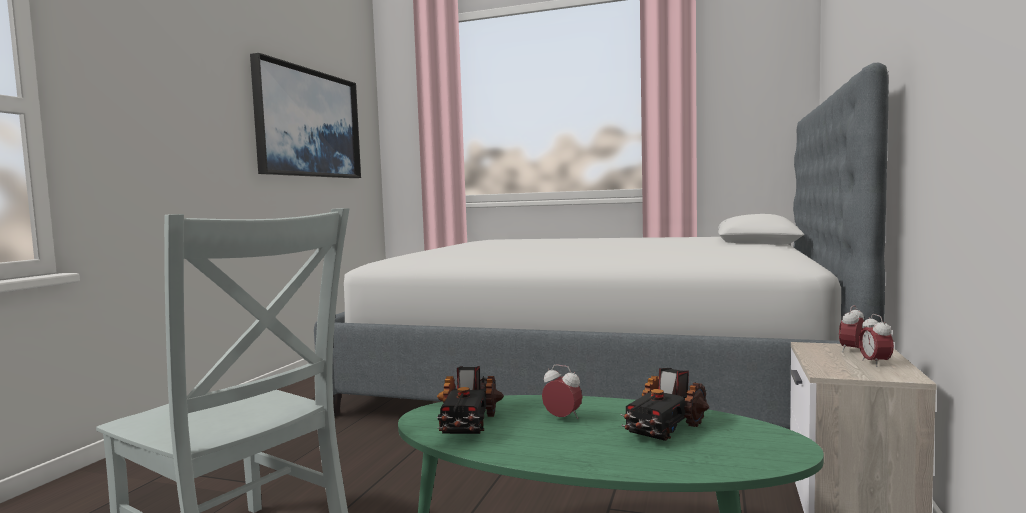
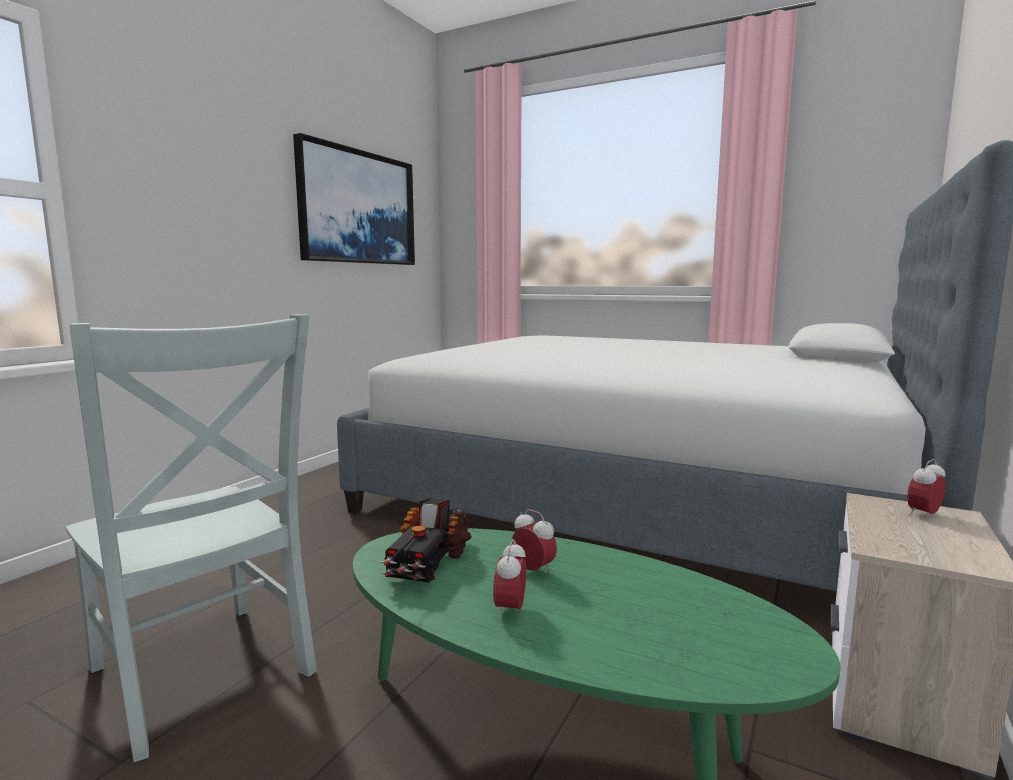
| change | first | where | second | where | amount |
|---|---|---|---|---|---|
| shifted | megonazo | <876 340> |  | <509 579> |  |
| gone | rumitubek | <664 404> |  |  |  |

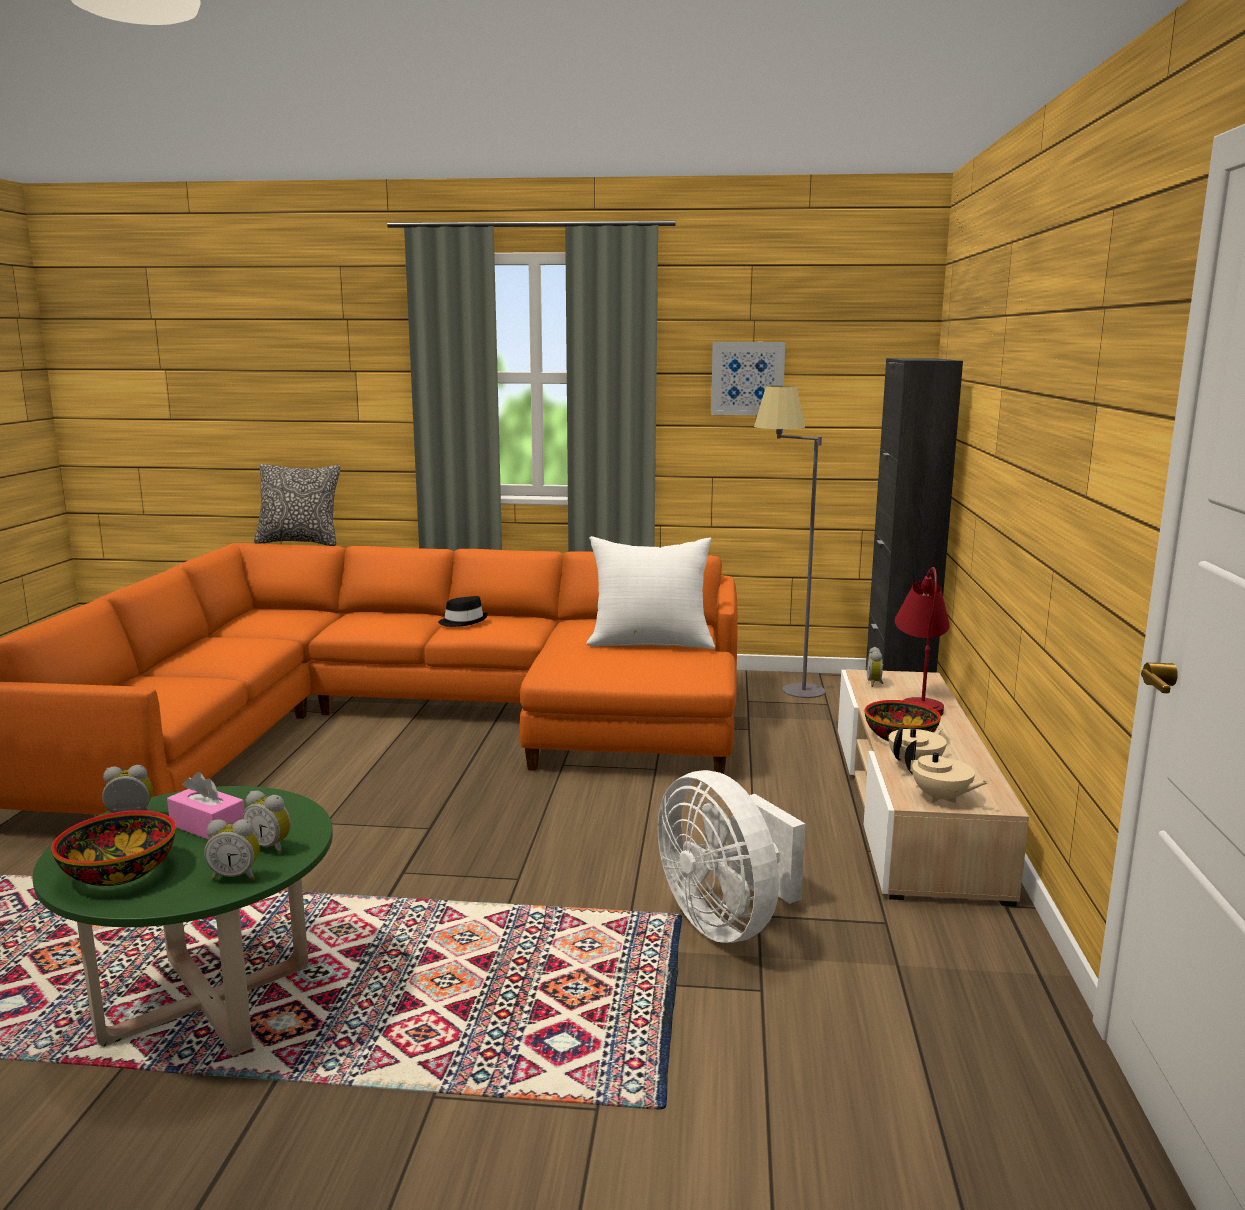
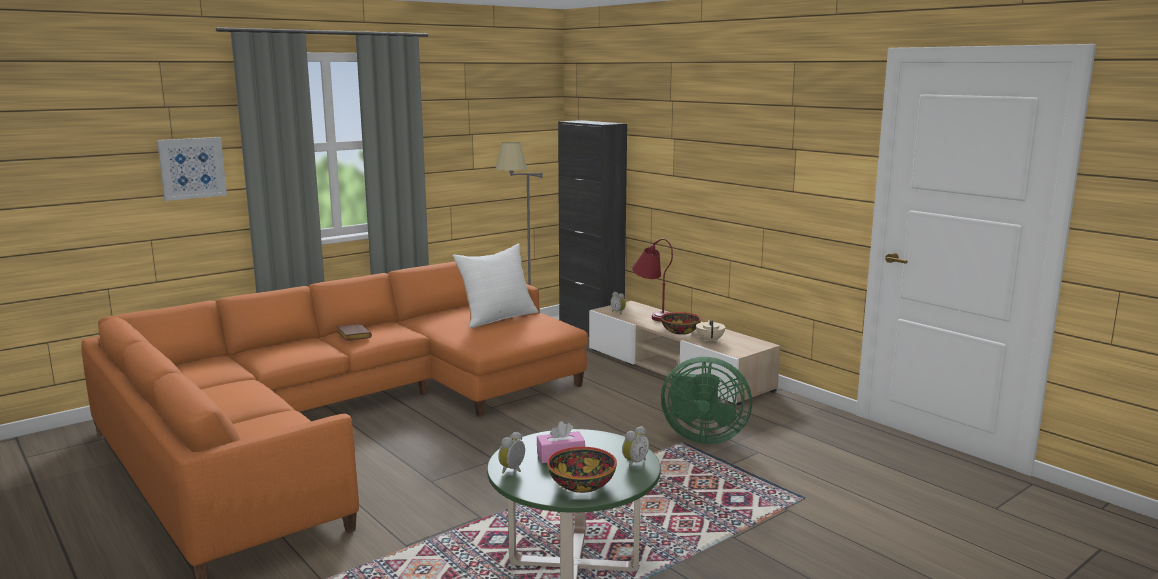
| change | first | where | second | where | amount |
|---|---|---|---|---|---|
| shifted | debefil | <748 378> |  | <192 169> |  |
| swapped | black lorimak | <463 611> | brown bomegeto | <354 332> |  |
| repainted | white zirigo | <731 856> | green zirigo | <706 400> |  |
| gone | megonazo | <266 822> |  |  |  |
| gone | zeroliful | <297 505> |  |  |  |
| gone | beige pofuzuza | <947 771> |  |  |  |

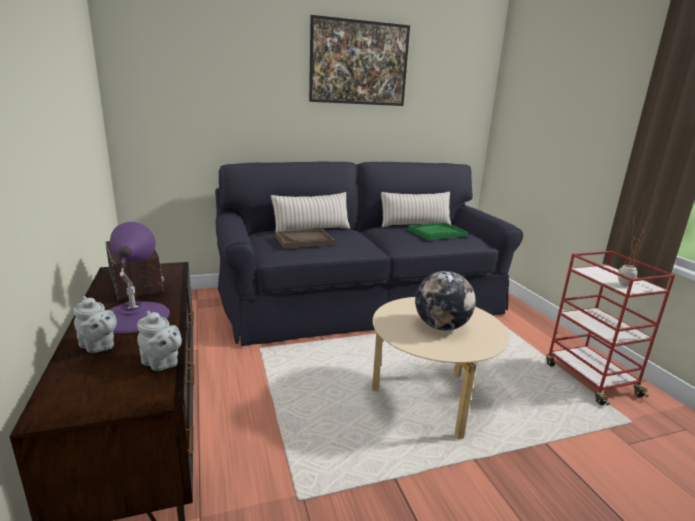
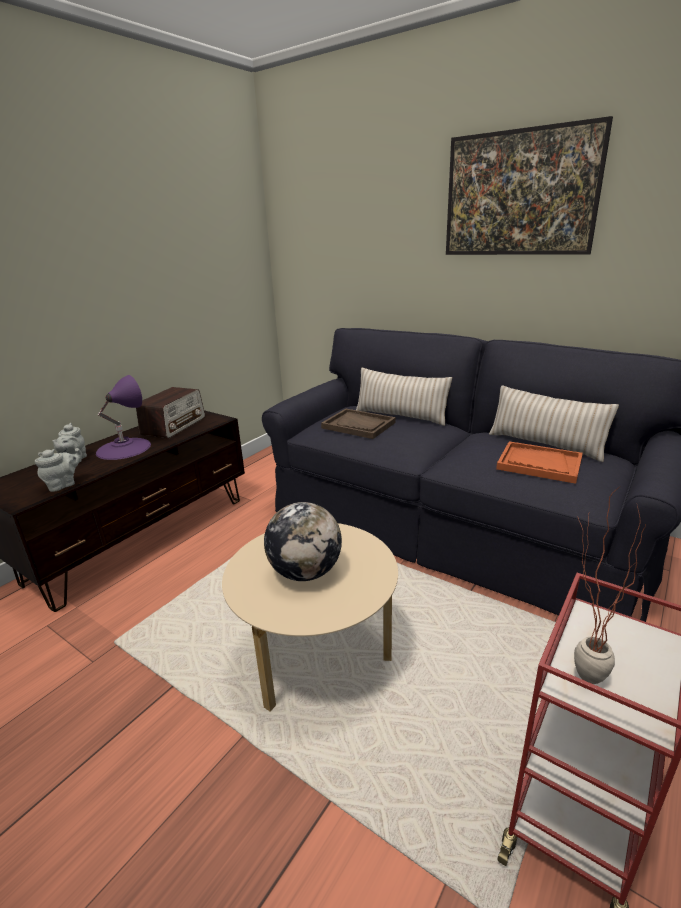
| change | first | where | second | where | amount |
|---|---|---|---|---|---|
| rotated | grey pofuzuza | <159 341> |  | <58 470> | 135 degrees counterclockwise |
| repainted | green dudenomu | <437 231> | orange dudenomu | <539 462> |  |

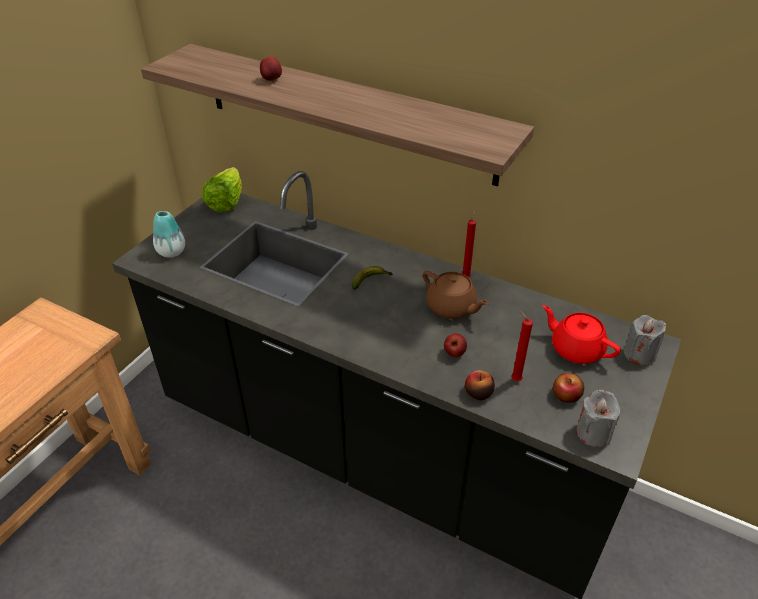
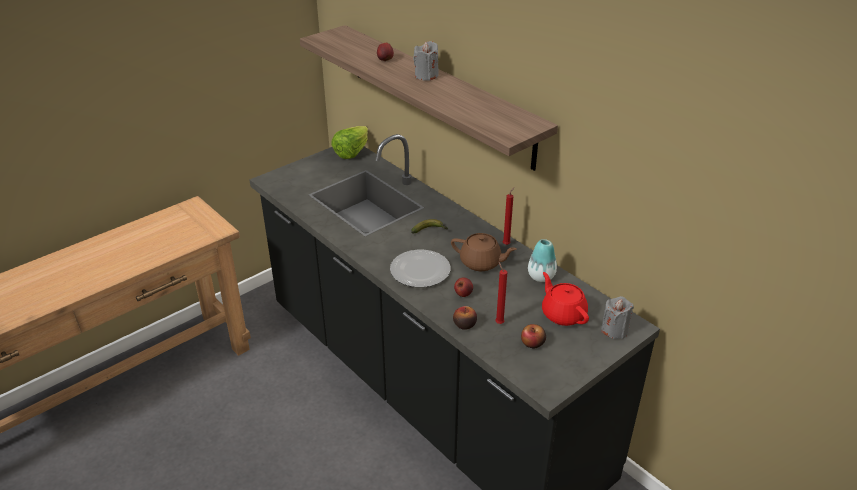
| change | first | where | second | where | amount |
|---|---|---|---|---|---|
| new |  |  | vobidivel | <420 268> |  |
| shifted | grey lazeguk | <598 418> |  | <426 61> |  |
| rotated | brown pofuzuza | <456 295> |  | <484 252> | 45 degrees counterclockwise |
| shifted | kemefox | <169 234> |  | <542 260> |  |

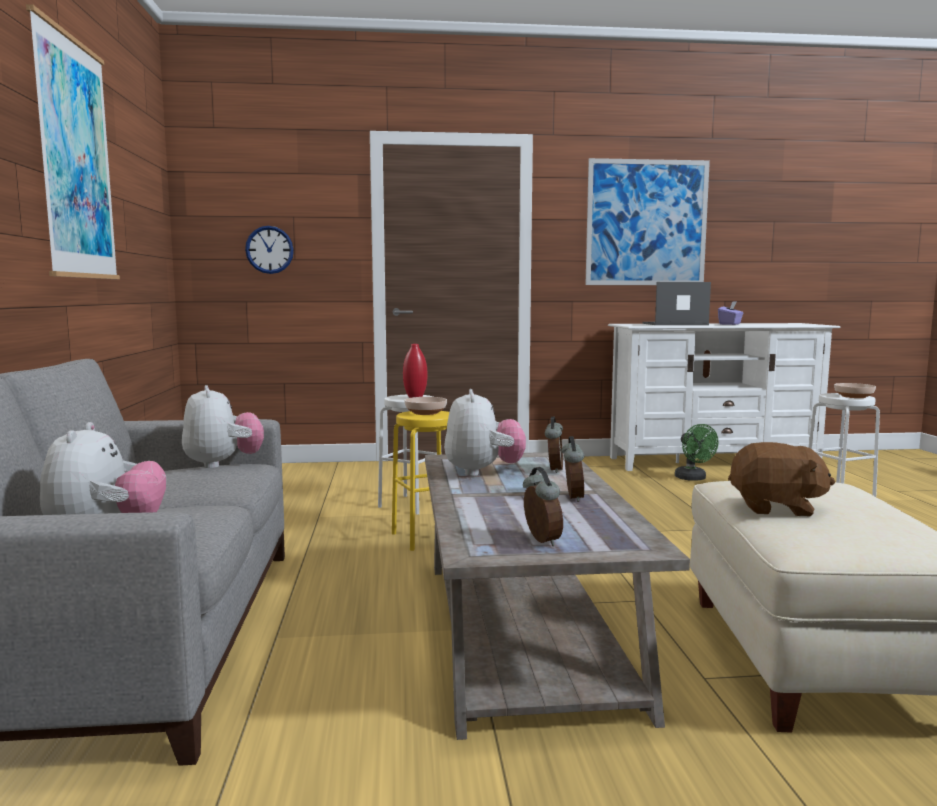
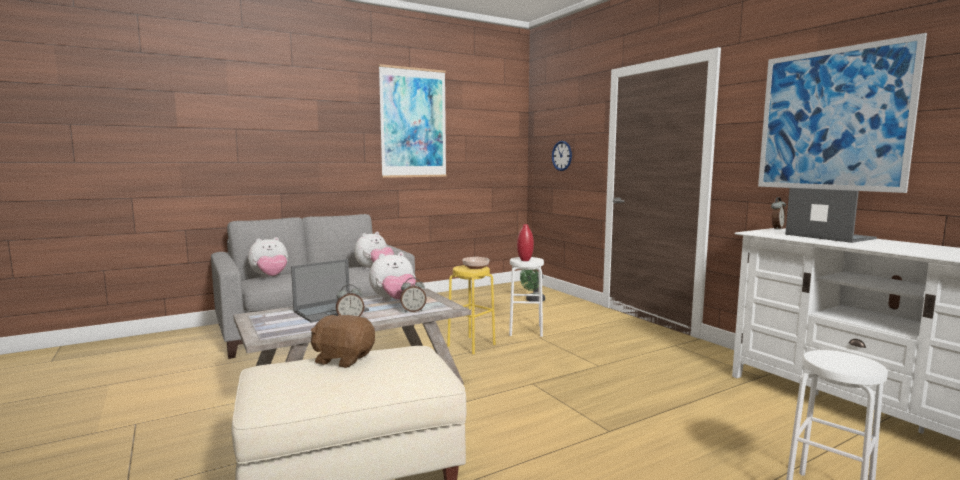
| change | first | where | second | where | amount |
|---|---|---|---|---|---|
| new |  |  | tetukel | <330 290> |  |
| rotated | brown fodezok | <781 479> |  | <343 341> | 120 degrees clockwise |
| shifted | green zirigo | <696 452> |  | <532 285> |  |
| shifted | megonazo | <543 506> |  | <778 213> |  |
| gone | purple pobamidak | <731 313> |  |  |  |
| gone | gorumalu | <855 390> |  |  |  |

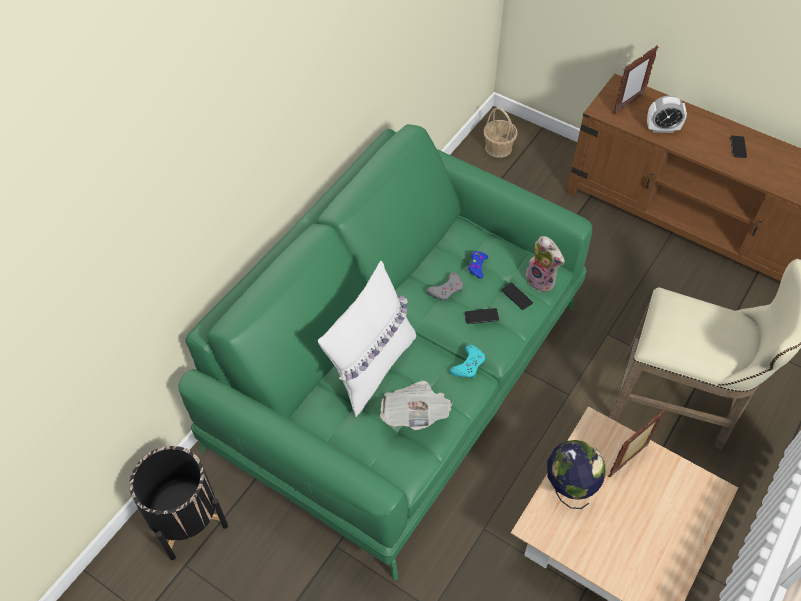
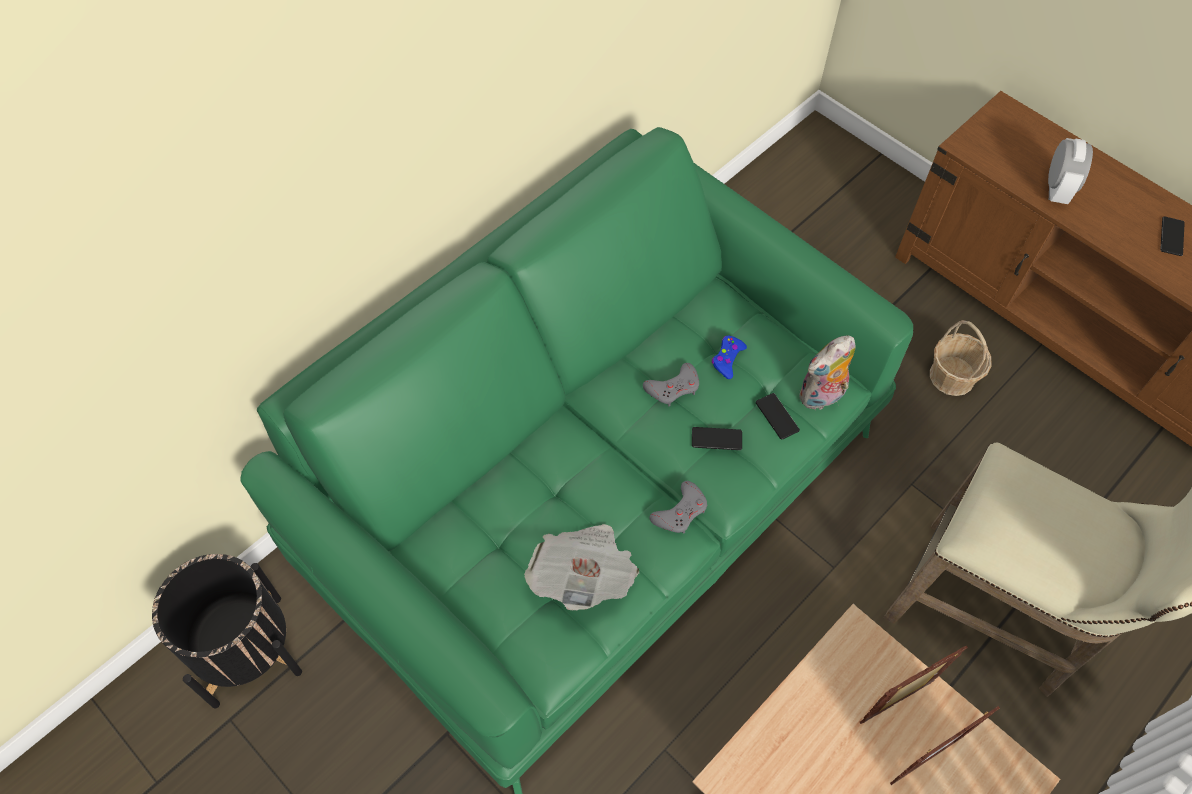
| change | first | where | second | where | amount |
|---|---|---|---|---|---|
| repainted | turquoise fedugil | <467 361> | grey fedugil | <678 507> |  |
| rotated | fodezok | <545 264> |  | <827 373> | 90 degrees clockwise |
| shifted | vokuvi | <635 80> |  | <945 745> |  |
| shifted | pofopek | <500 132> |  | <960 358> |  |
| rotated | megonazo | <667 114> |  | <1070 171> | 90 degrees counterclockwise |
| gone | white zeroliful | <367 339> |  |  |  |
| gone | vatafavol | <576 474> |  |  |  |

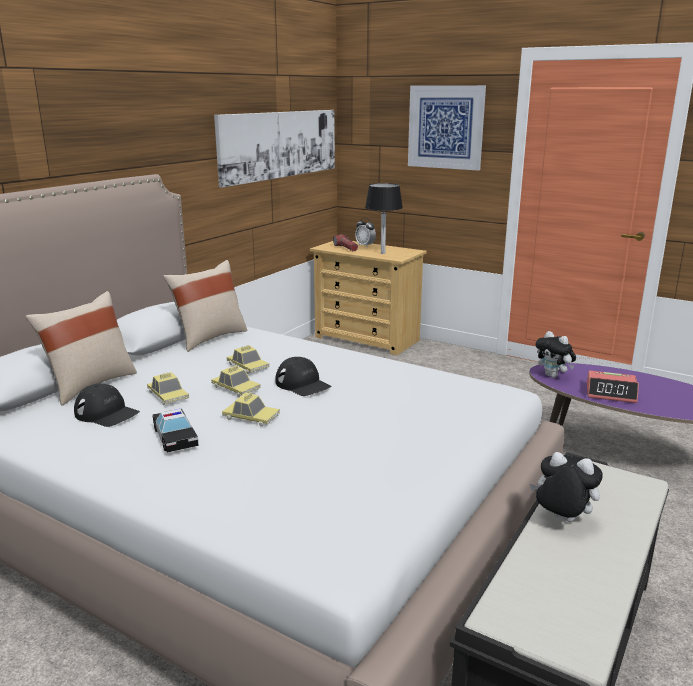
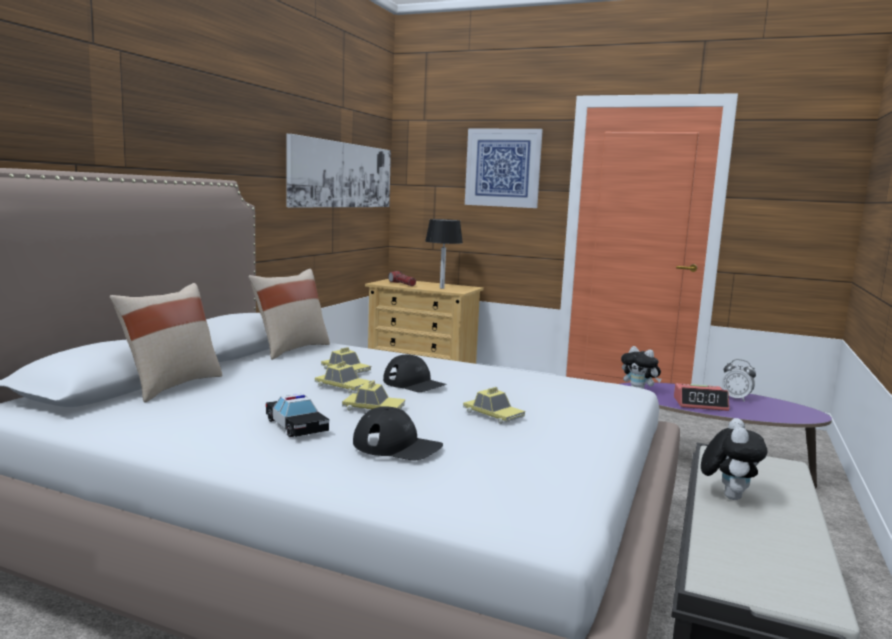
| change | first | where | second | where | amount |
|---|---|---|---|---|---|
| shifted | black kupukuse | <107 405> |  | <398 434> |  |
| shifted | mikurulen | <168 388> |  | <494 405> |  |
| rotated | fodezok | <566 487> |  | <734 459> | 90 degrees clockwise |
| shifted | megonazo | <365 232> |  | <739 380> |  |

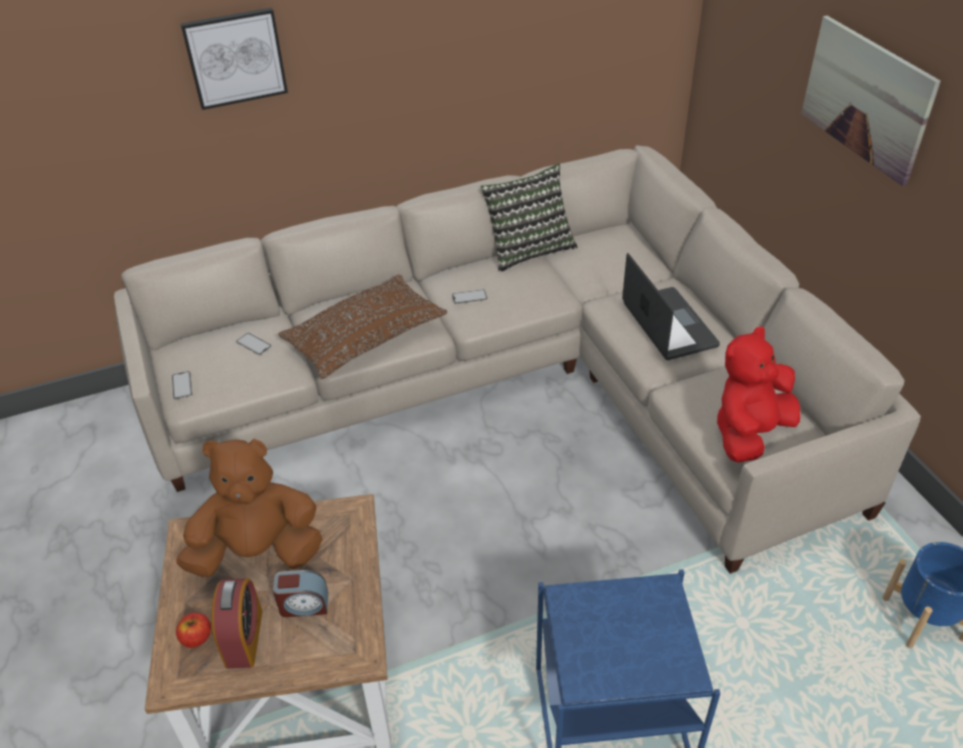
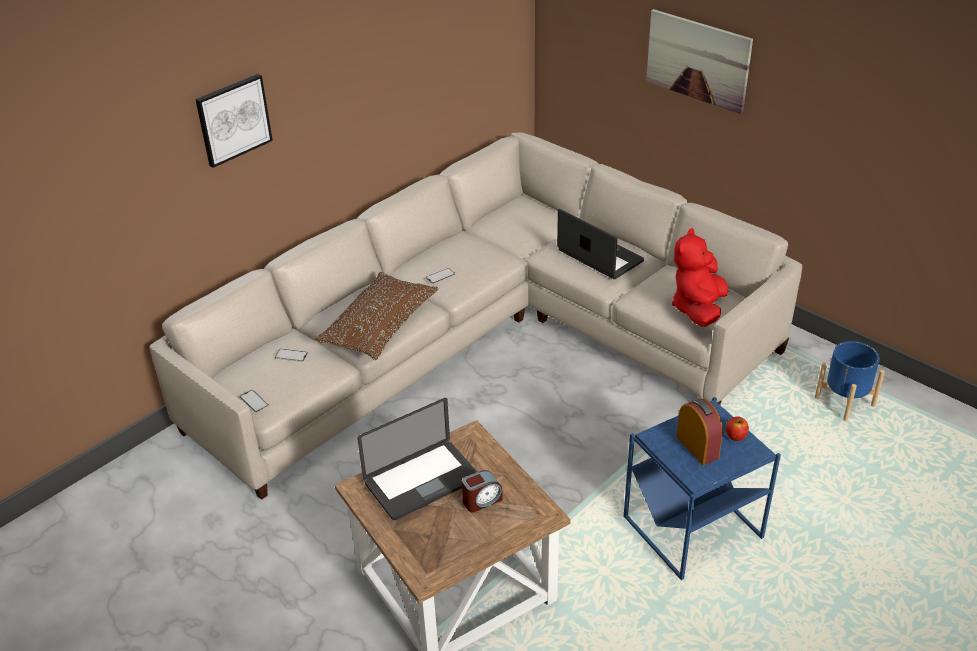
| change | first | where | second | where | amount |
|---|---|---|---|---|---|
| swapped | brown fodezok | <250 508> | tetukel | <417 459> |  |
| shifted | megonazo | <237 623> |  | <699 432> |  |
| shifted | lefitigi | <193 630> |  | <737 428> |  |
| gone | zeroliful | <529 218> |  |  |  |

